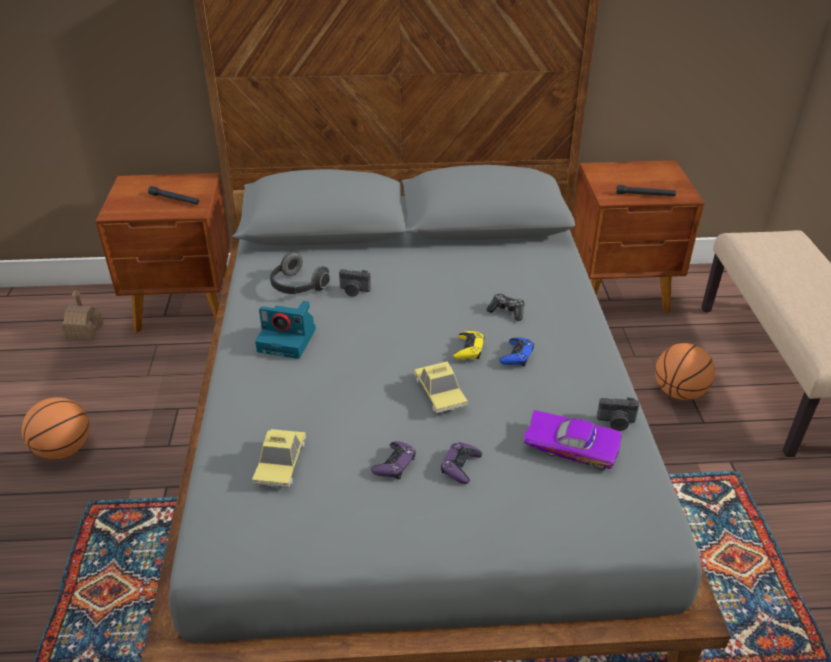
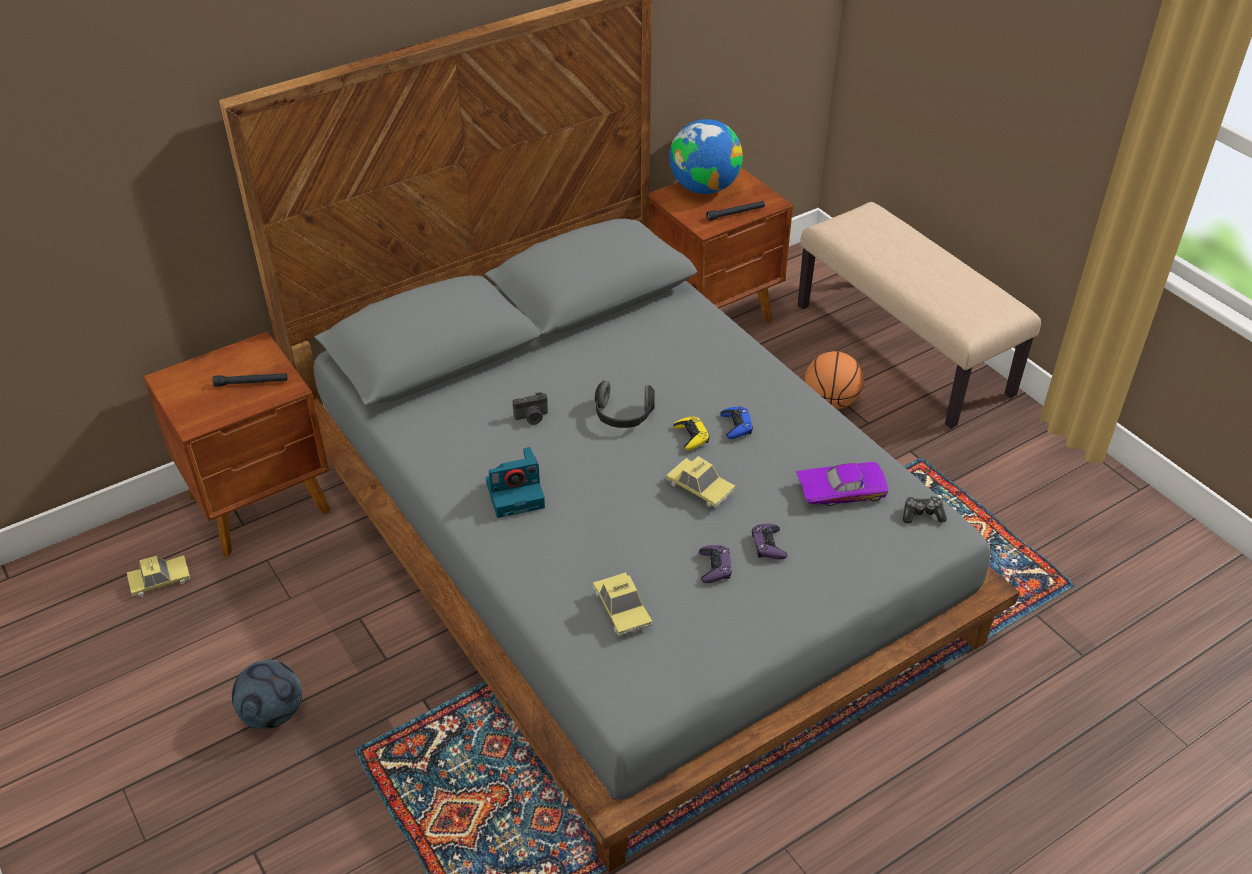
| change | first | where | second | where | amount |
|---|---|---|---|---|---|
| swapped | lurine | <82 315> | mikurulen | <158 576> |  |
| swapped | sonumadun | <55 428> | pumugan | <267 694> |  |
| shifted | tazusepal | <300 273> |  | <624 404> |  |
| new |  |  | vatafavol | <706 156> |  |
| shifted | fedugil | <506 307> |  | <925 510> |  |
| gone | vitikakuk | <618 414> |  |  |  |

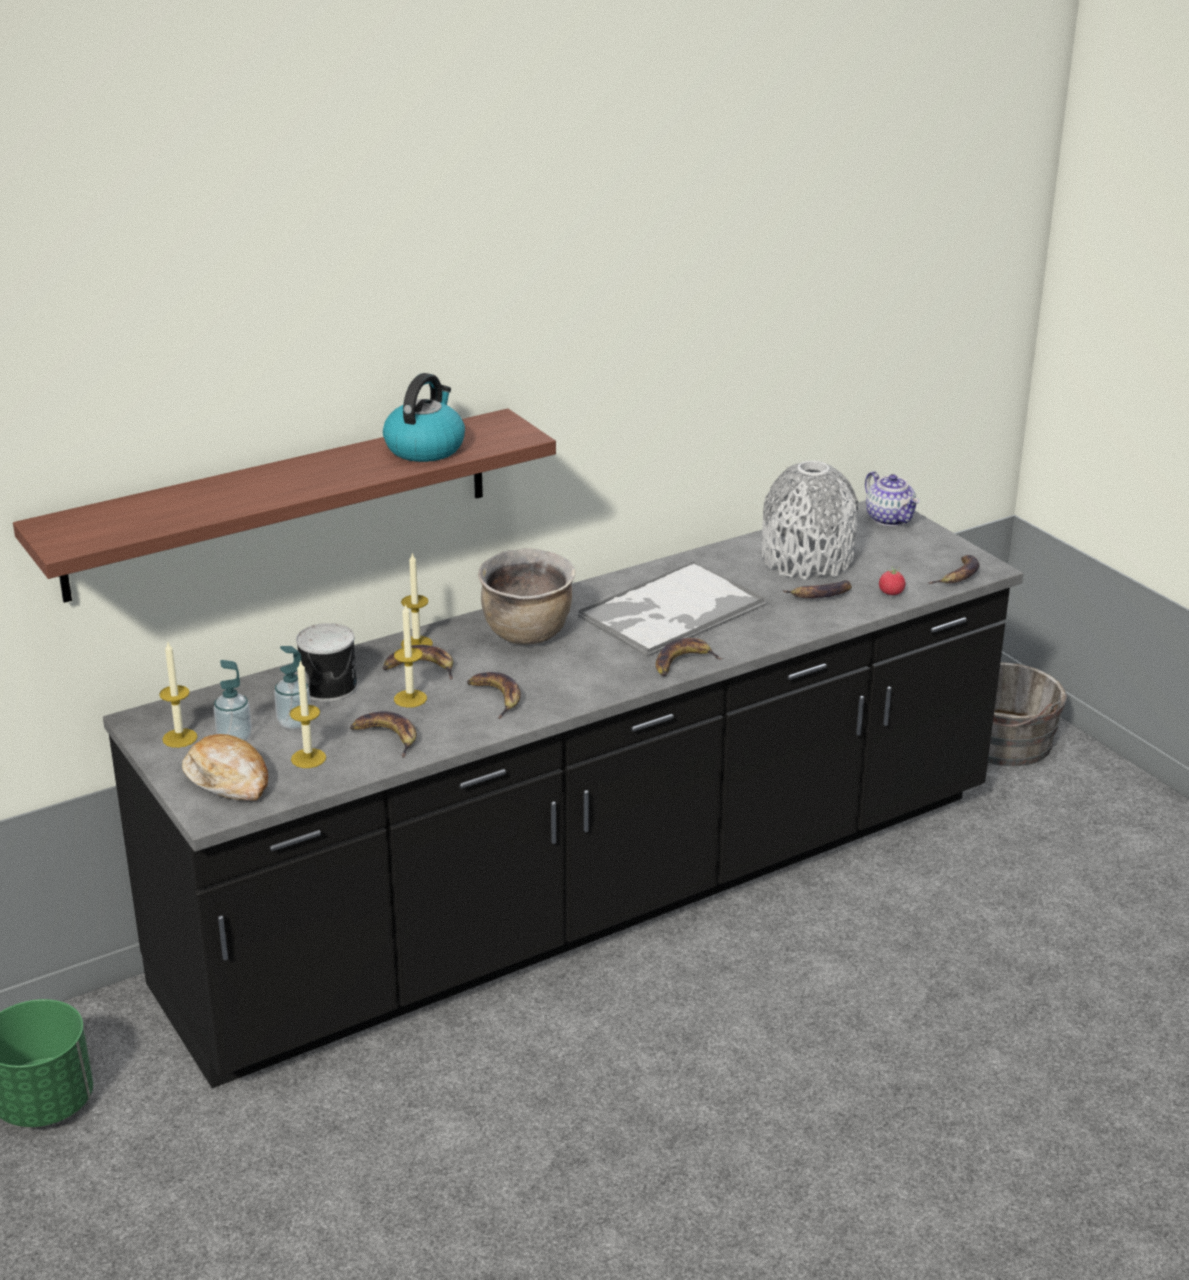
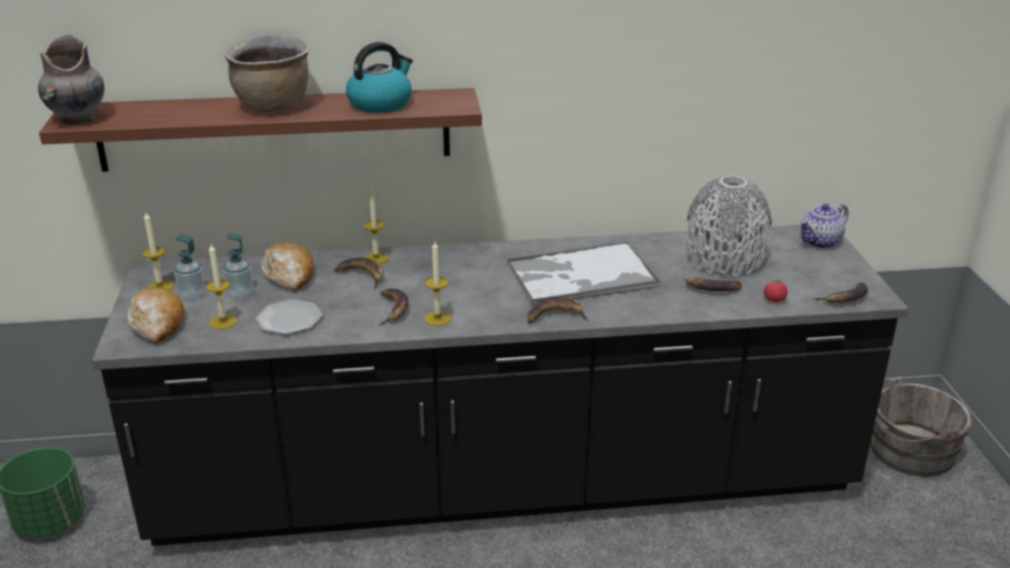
| change | first | where | second | where | amount |
|---|---|---|---|---|---|
| new |  |  | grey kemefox | <71 79> |  |
| shifted | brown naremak | <526 596> |  | <266 74> |  |
| swapped | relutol | <383 734> | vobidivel | <289 317> |  |
| swapped | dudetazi | <327 662> | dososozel | <287 266> |  |
| shifted | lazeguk | <410 655> |  | <437 283> |  |
| rotated | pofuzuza | <892 498> |  | <824 226> | 60 degrees clockwise |

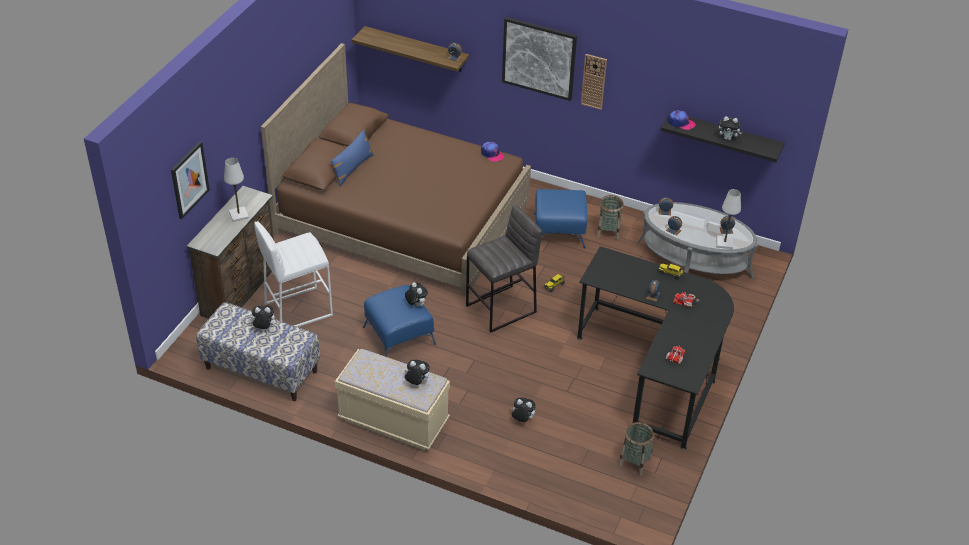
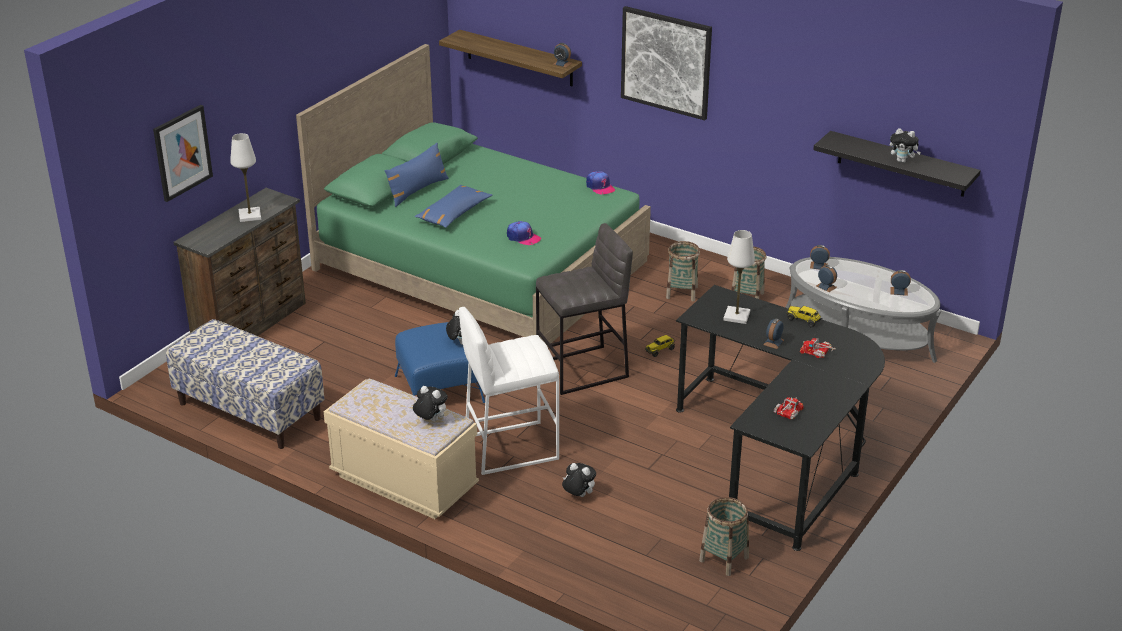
| change | first | where | second | where | amount |
|---|---|---|---|---|---|
| repainted | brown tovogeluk | <396 169> | green tovogeluk | <473 194> |  |
| new |  |  | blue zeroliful | <454 206> |  |
| shifted | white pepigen | <293 274> |  | <509 391> |  |
| shifted | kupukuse | <682 120> |  | <524 233> |  |
| swapped | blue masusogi | <560 219> | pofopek | <683 271> |  |
| shifted | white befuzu | <729 219> |  | <739 277> |  |
| gone | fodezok | <262 317> |  |  |  |
| gone | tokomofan | <594 82> |  |  |  |

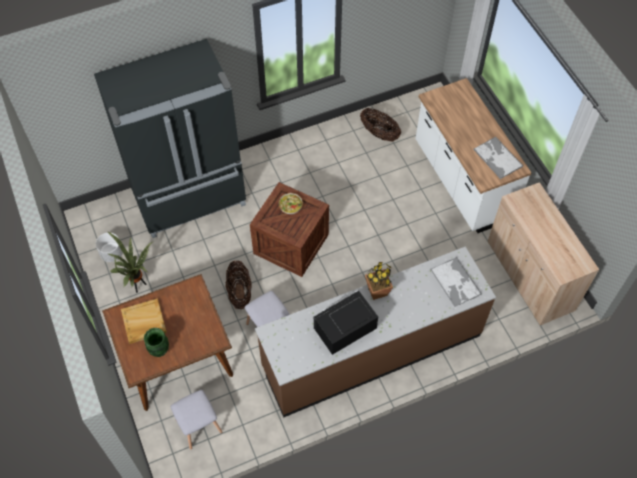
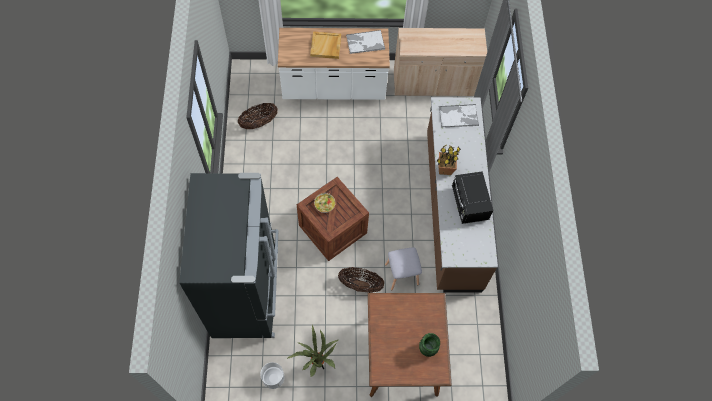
| change | first | where | second | where | amount |
|---|---|---|---|---|---|
| shifted | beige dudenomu | <144 321> |  | <325 45> |  |
| gone | grey pepigen | <196 419> |  |  |  |

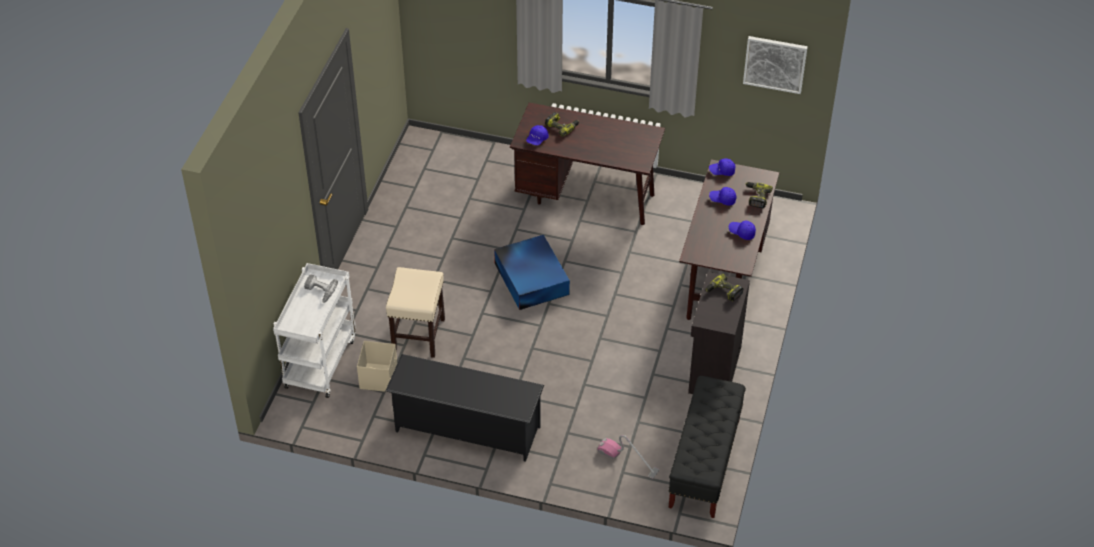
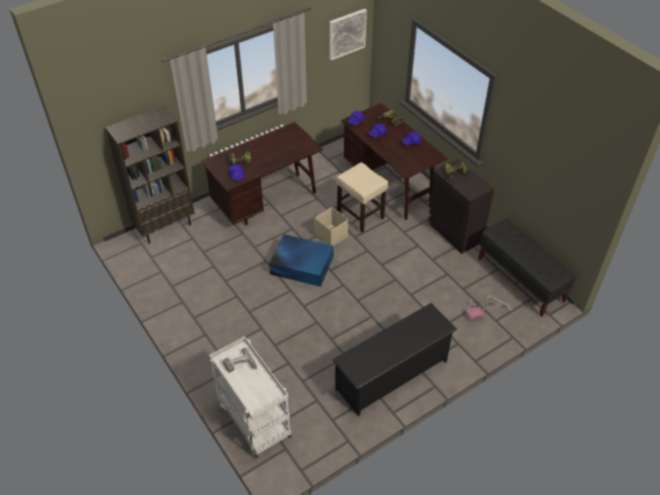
| change | first | where | second | where | amount |
|---|---|---|---|---|---|
| new |  |  | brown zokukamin | <150 175> |  |
| shifted | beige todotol | <377 366> |  | <331 226> |  |
| shifted | beige pepigen | <415 312> |  | <362 197> |  |

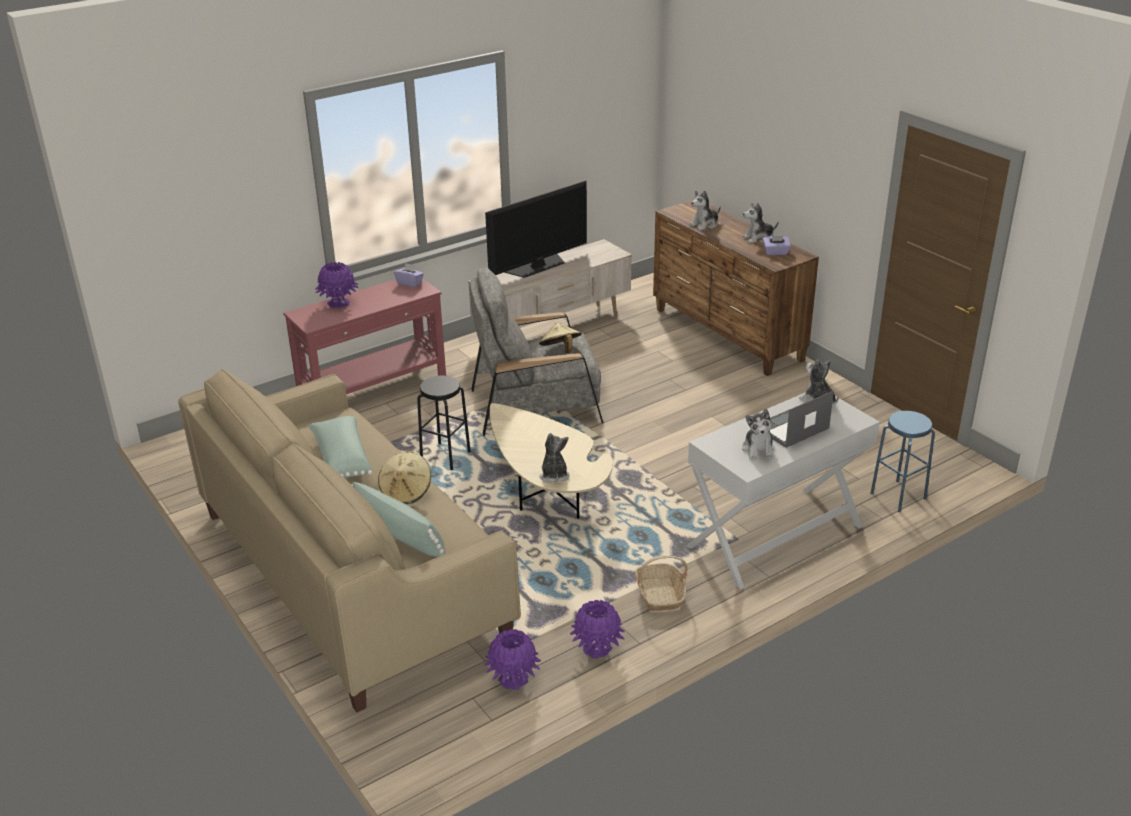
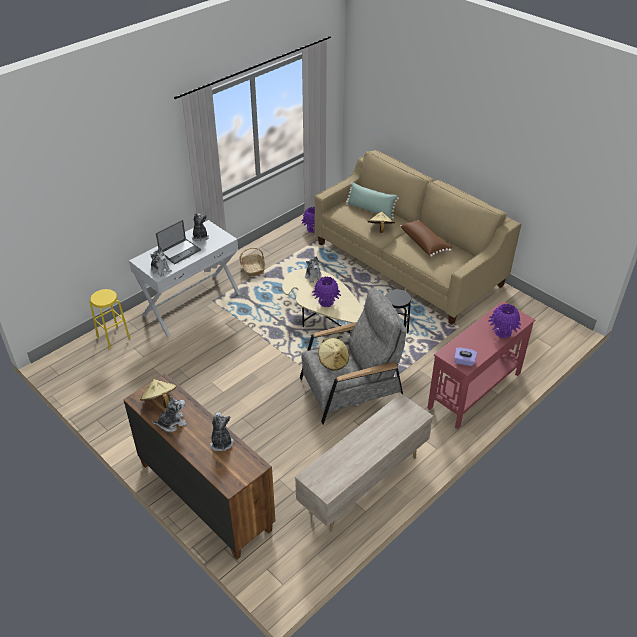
| change | first | where | second | where | amount |
|---|---|---|---|---|---|
| repainted | blue pepigen | <902 461> | yellow pepigen | <110 319> |  |
| swapped | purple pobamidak | <777 245> | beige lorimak | <158 393> |  |
| rotated | fodezok | <705 210> |  | <221 431> | 60 degrees counterclockwise |
| shifted | purple kemefox | <597 629> |  | <326 292> |  |
| repainted | green zeroliful | <340 447> | brown zeroliful | <426 238> |  |
| gone | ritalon | <536 229> |  |  |  |

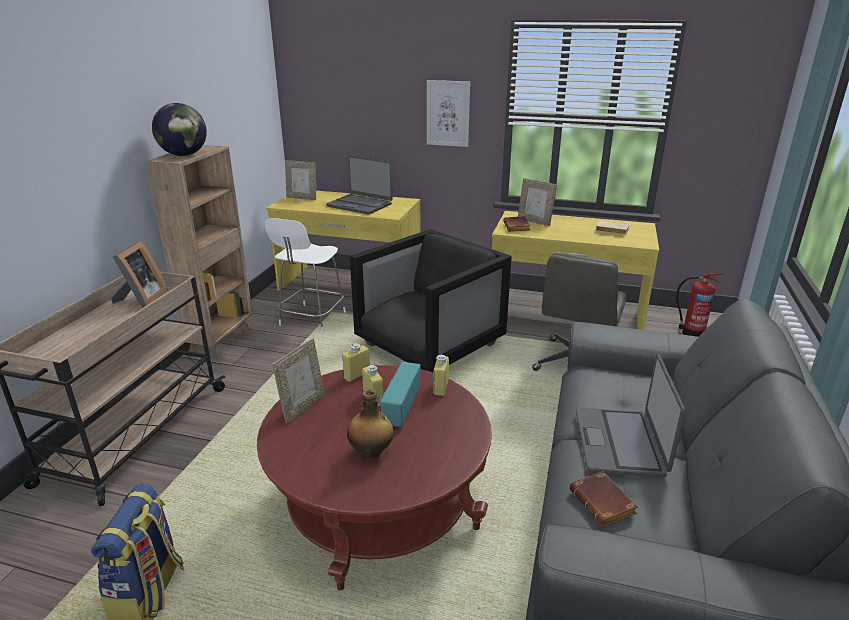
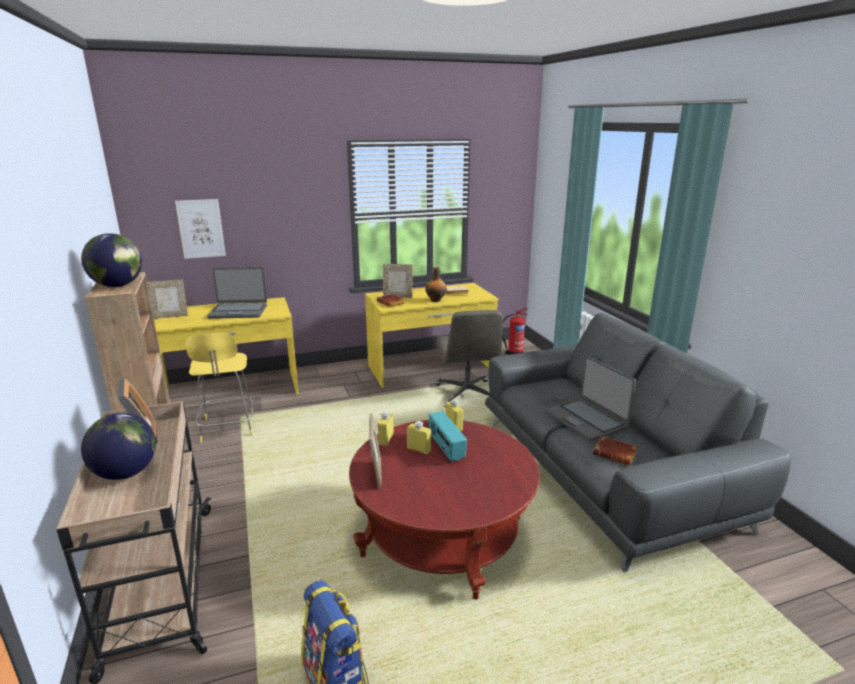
| change | first | where | second | where | amount |
|---|---|---|---|---|---|
| new |  |  | vatafavol | <118 446> |  |
| shifted | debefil | <448 113> |  | <200 229> |  |
| repainted | white pepigen | <305 275> | yellow pepigen | <220 388> |  |
| shifted | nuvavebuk | <370 424> |  | <436 284> |  |
| gone | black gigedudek | <431 301> |  |  |  |

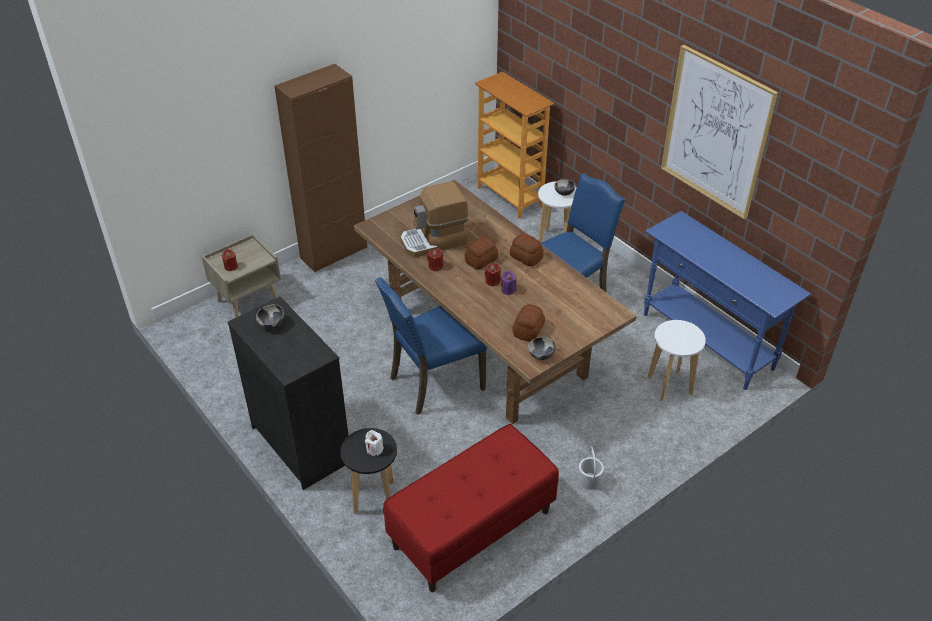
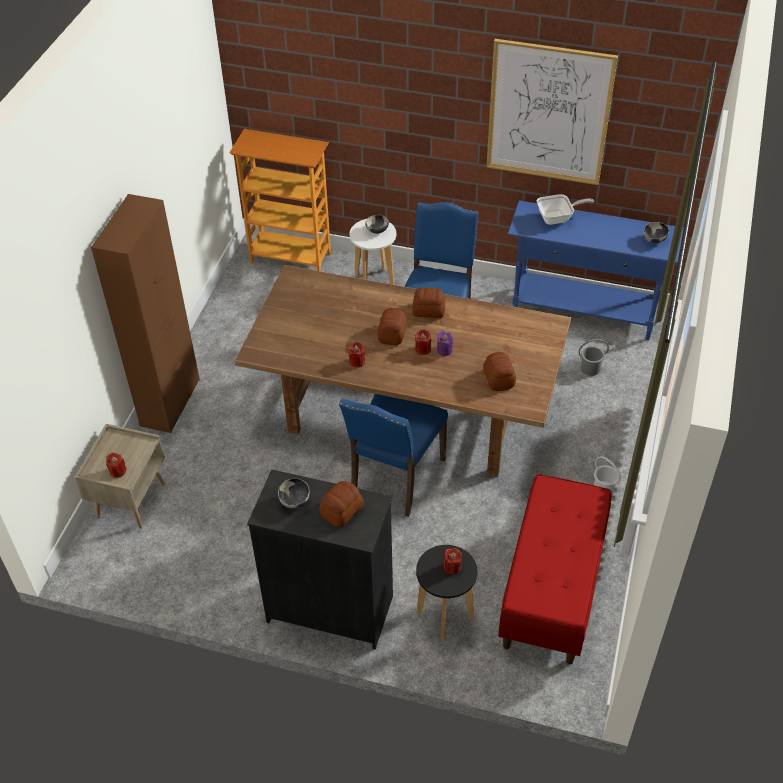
| change | first | where | second | where | amount |
|---|---|---|---|---|---|
| new |  |  | dososozel | <341 504> |  |
| repainted | white lazeguk | <374 443> | red lazeguk | <453 561> |  |
| new |  |  | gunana | <565 209> |  |
| swapped | white pepigen | <676 360> | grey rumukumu | <594 357> |  |
| shifted | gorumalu | <542 348> |  | <656 232> |  |
| gone | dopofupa | <434 219> |  |  |  |

